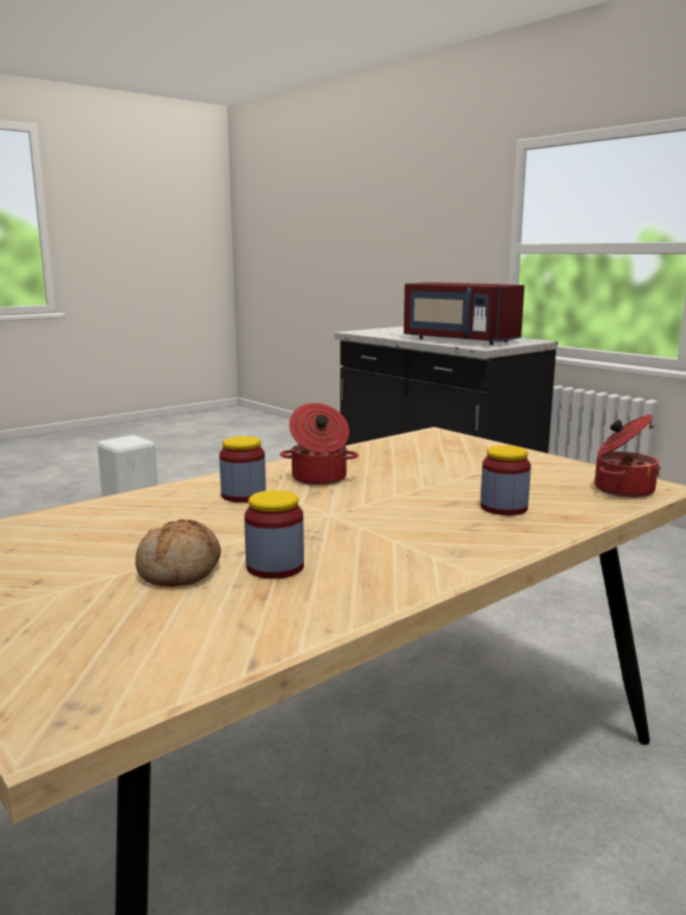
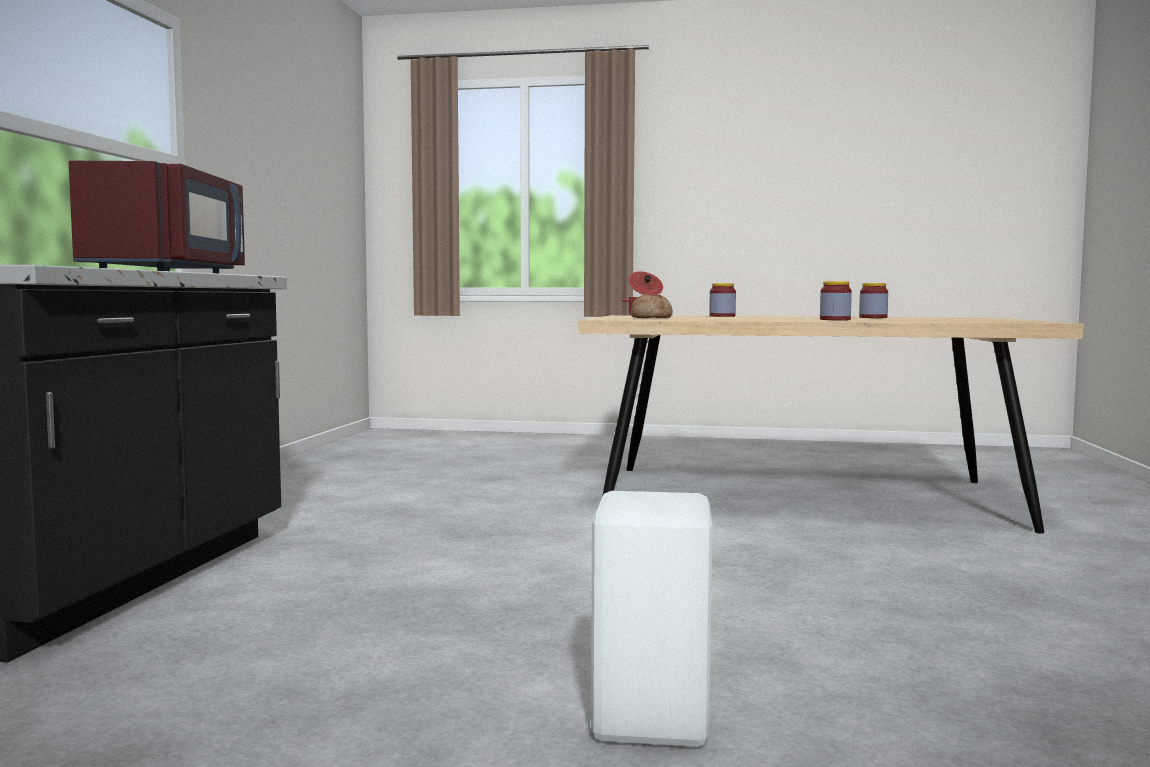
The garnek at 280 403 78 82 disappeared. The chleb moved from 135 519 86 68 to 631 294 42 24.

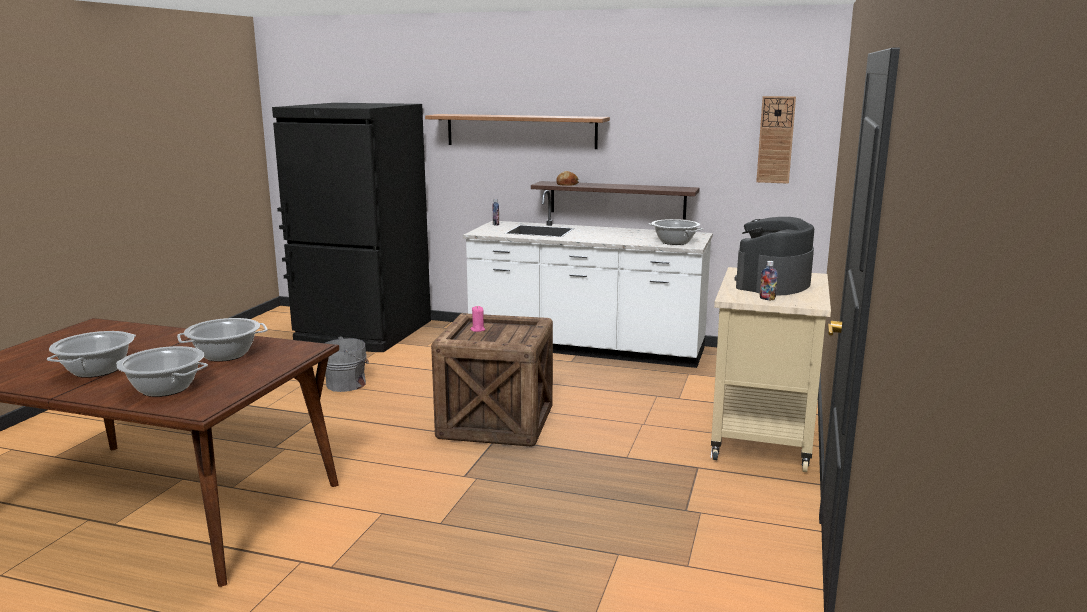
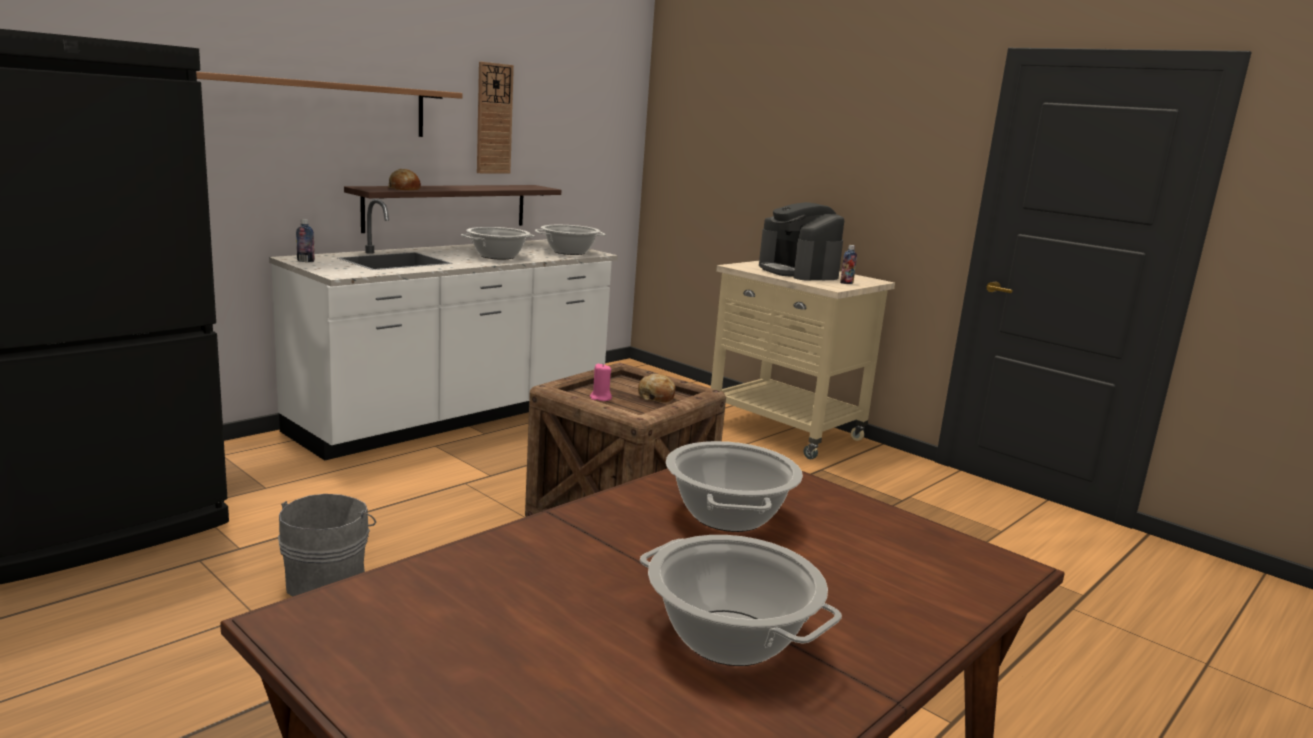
The chleb at 638 373 38 29 appeared. The garnek moved from 116 346 92 51 to 461 227 74 32. The zegar ścienny moved from 756 96 40 88 to 477 61 37 112.

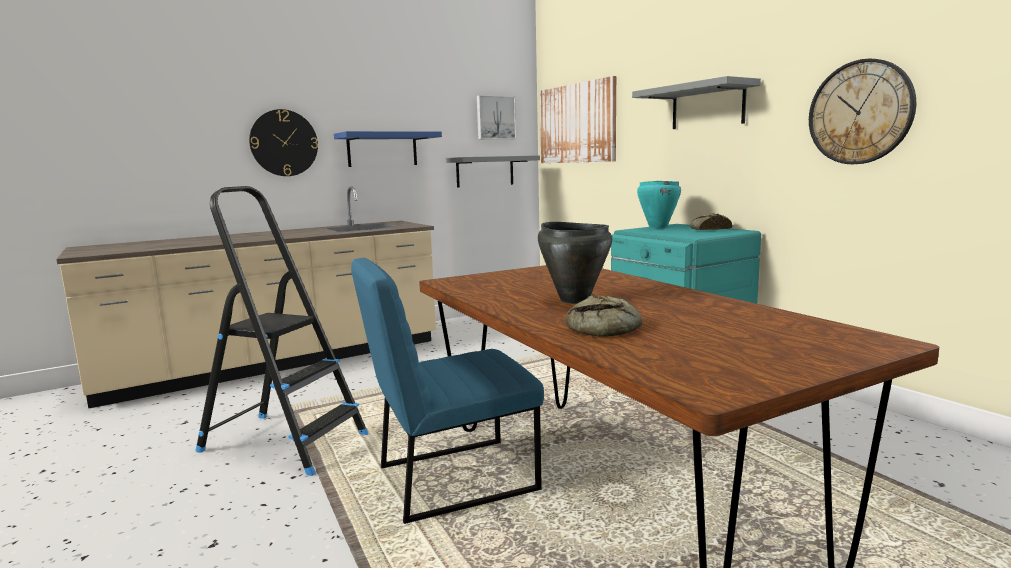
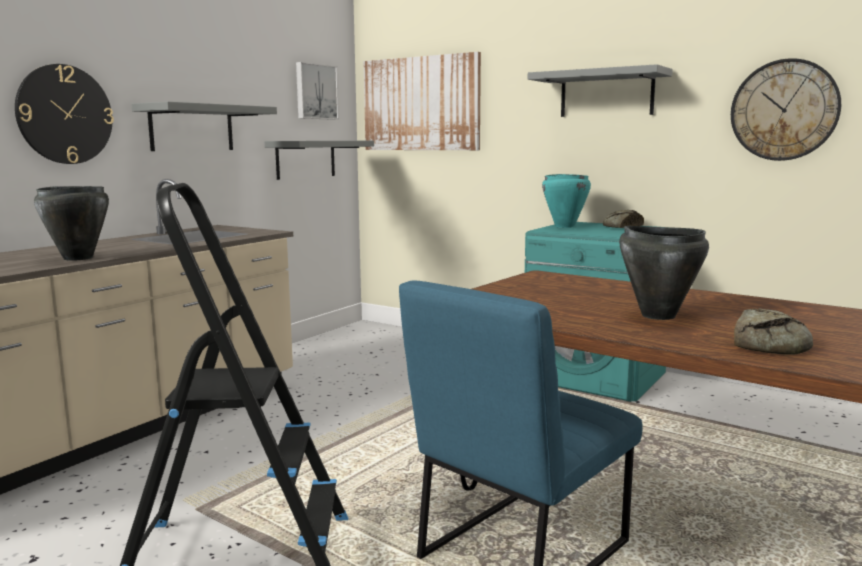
The garnek (czarny) at 34 186 75 75 appeared. The półka (niebieski) at 334 131 108 36 became the półka (szary) at 131 102 146 49.

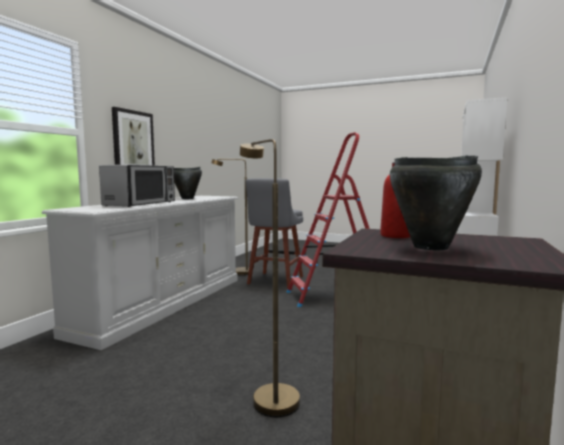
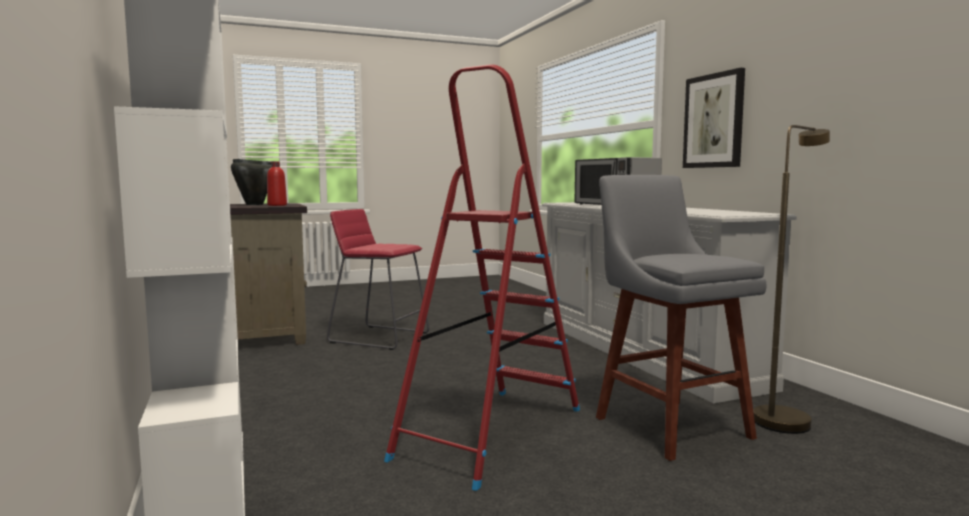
The garnek (czarny) at 174 167 28 32 disappeared. The lampa stojąca (brązowy) at 240 139 60 278 was replaced by the stołek (czerwony) at 327 209 102 141.

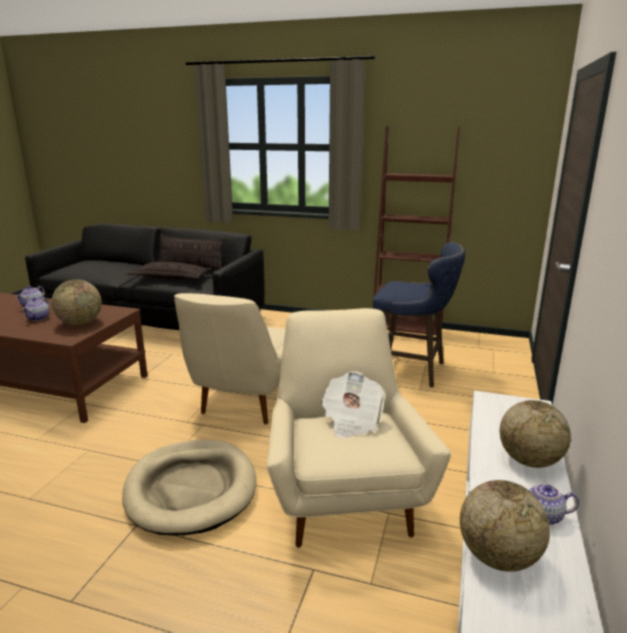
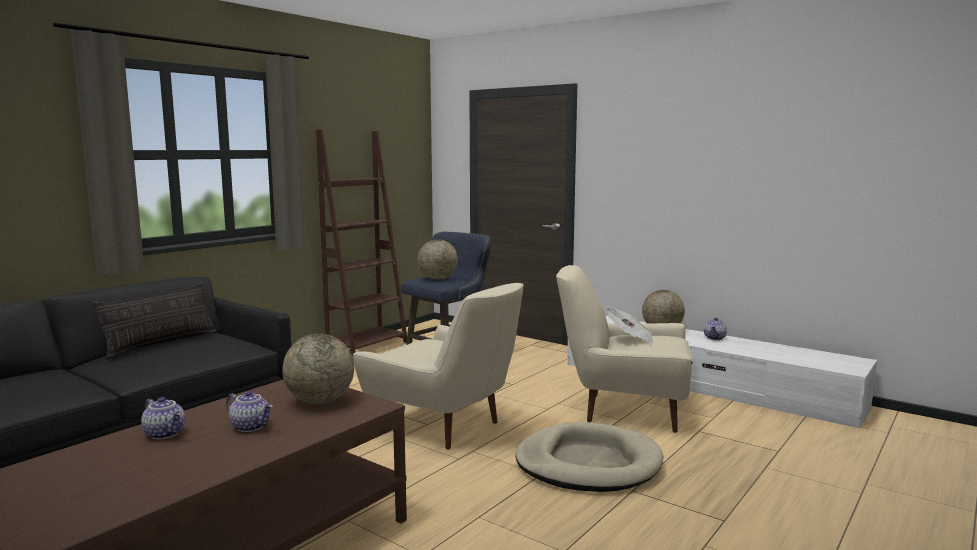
The poduszka at 127 262 85 17 disappeared. The globus moved from 460 480 90 92 to 418 239 40 41.

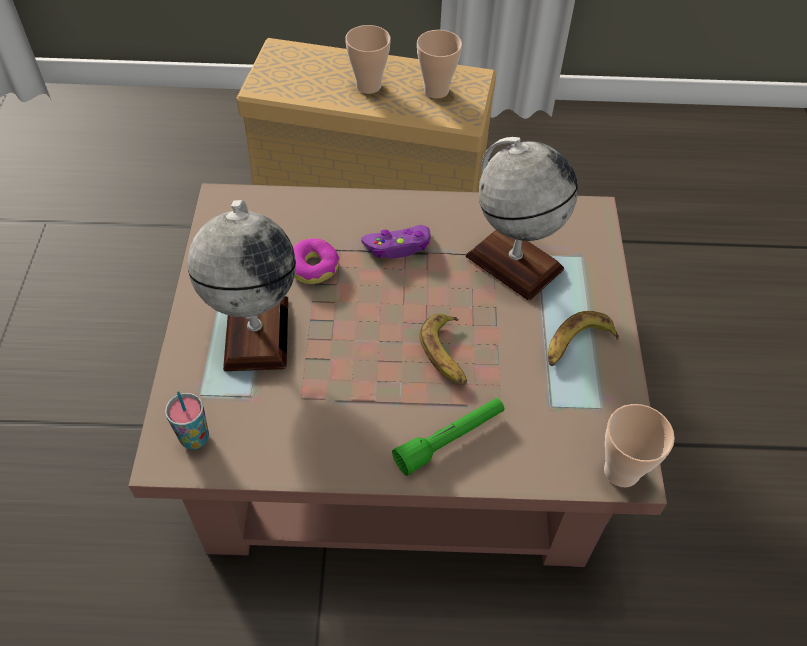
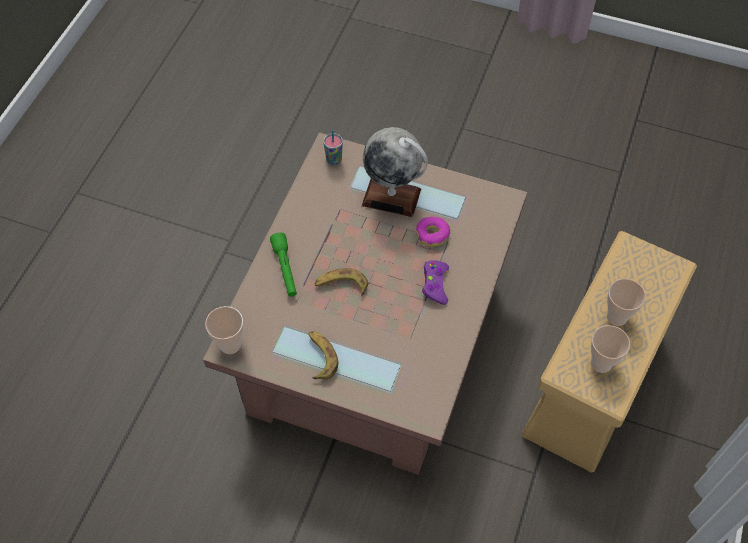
The globus at 465 137 113 164 disappeared.

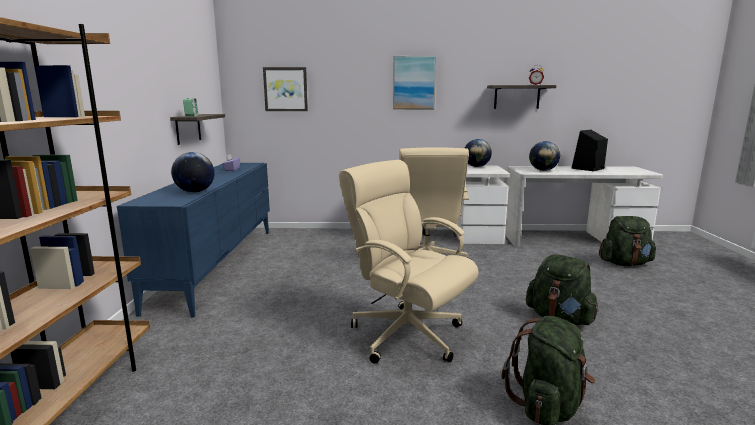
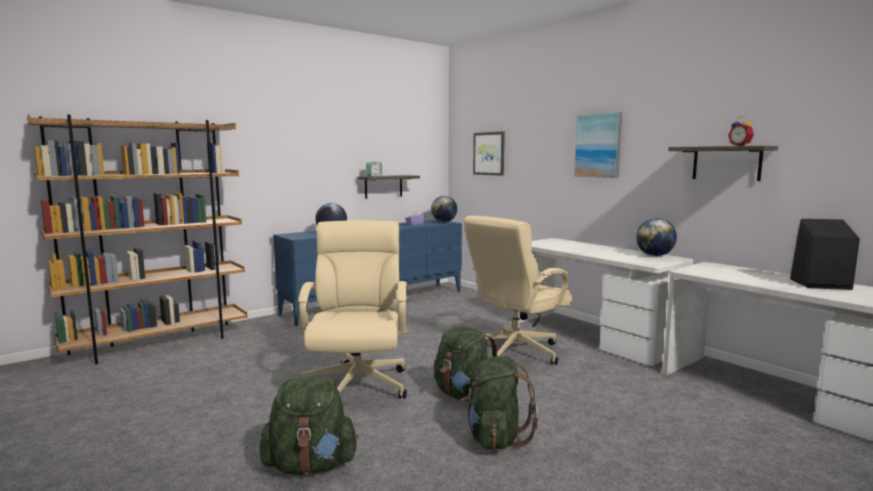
The globus moved from 529 141 31 30 to 431 196 26 26. The plecak (zielony) moved from 599 216 57 50 to 434 326 63 76.

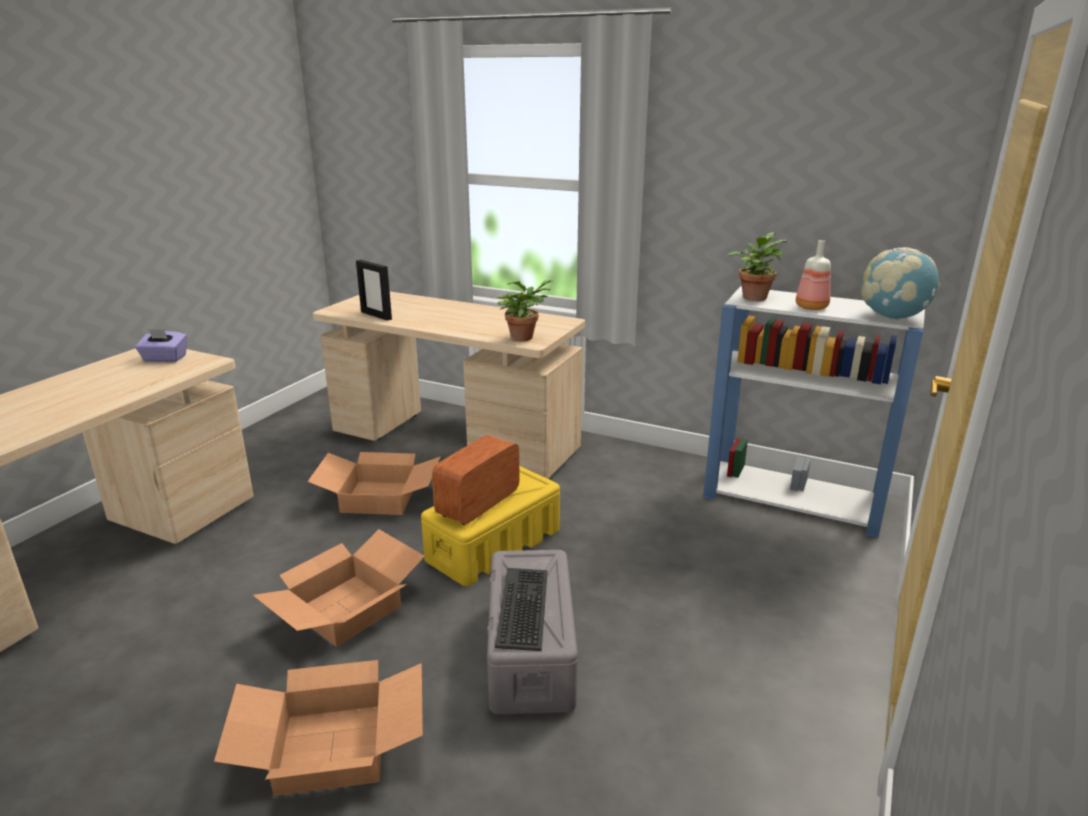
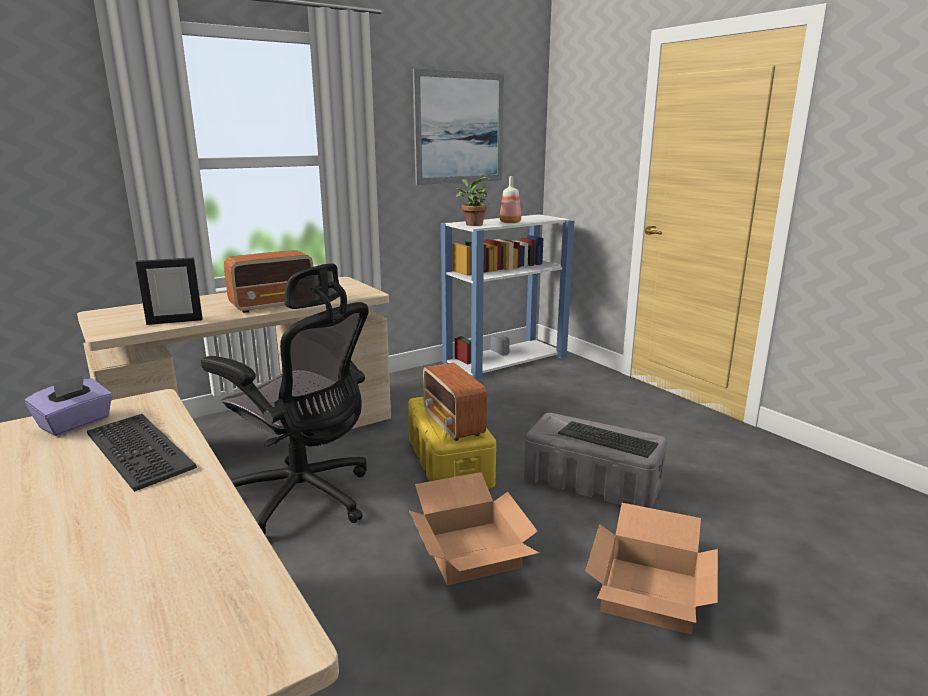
The roślina doniczkowa at 498 279 57 62 disappeared. The globus at 861 247 79 73 disappeared. The klawiatura at 87 414 110 78 appeared. The radio at 224 250 89 63 appeared. The obraz at 413 68 91 117 appeared. The karton at 307 452 134 63 was replaced by the krzesło biurowe at 201 263 168 271.

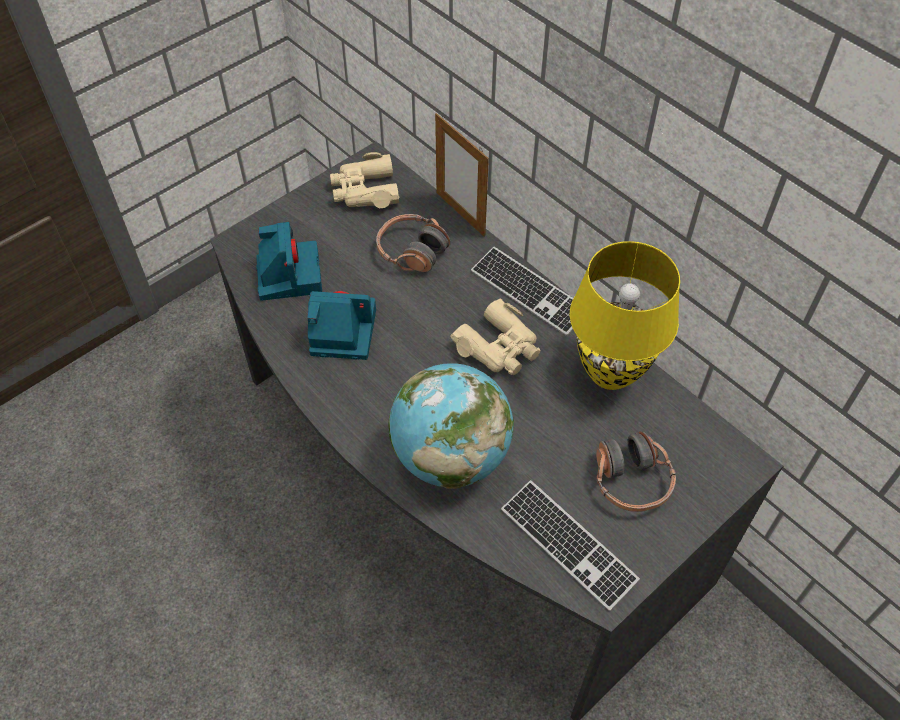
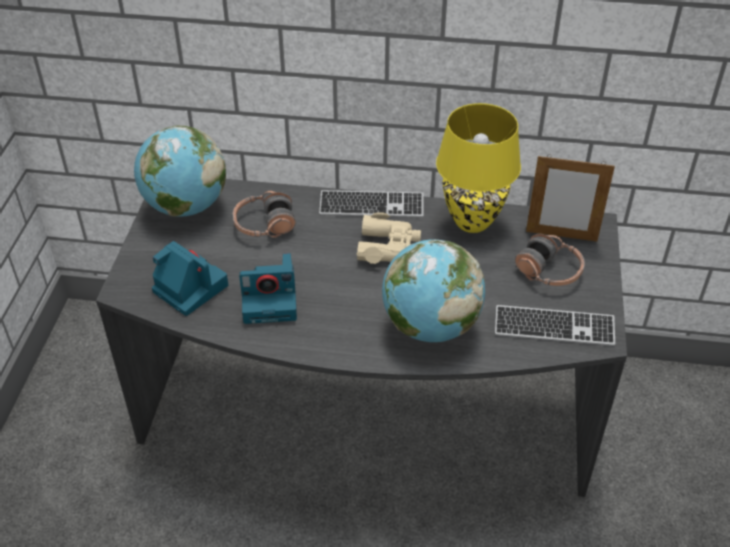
The ramka na zdjęcie moved from 435 113 54 124 to 526 154 89 87. The lornetka (beżowy) at 330 152 69 56 was replaced by the globus at 134 125 92 92. The aparat fotograficzny at 307 291 69 69 turned 150 degrees counterclockwise.

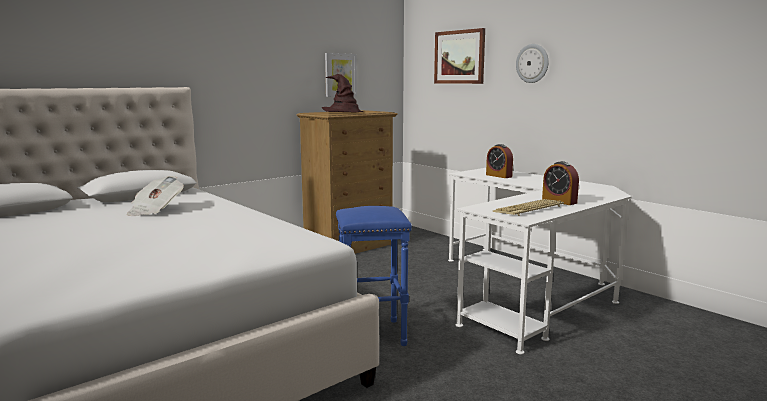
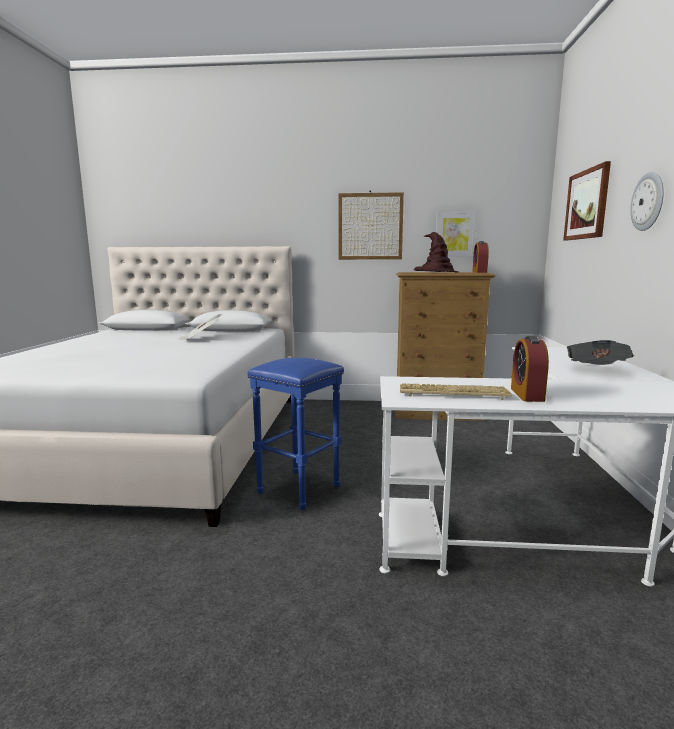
The obraz at 338 191 66 69 appeared. The gazeta at 567 340 67 25 appeared. The budzik moved from 486 144 27 34 to 472 241 17 32.

